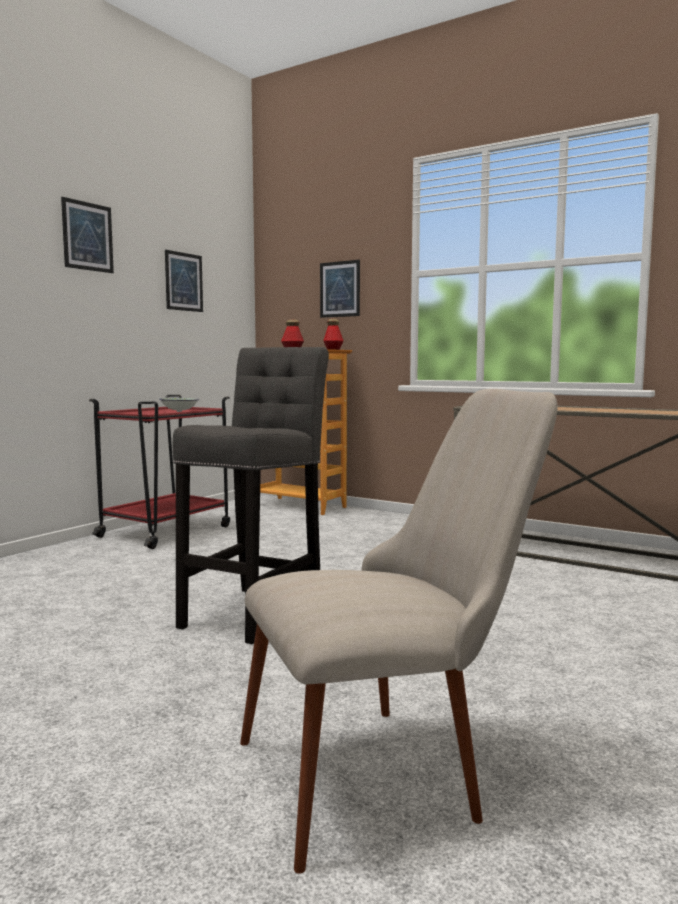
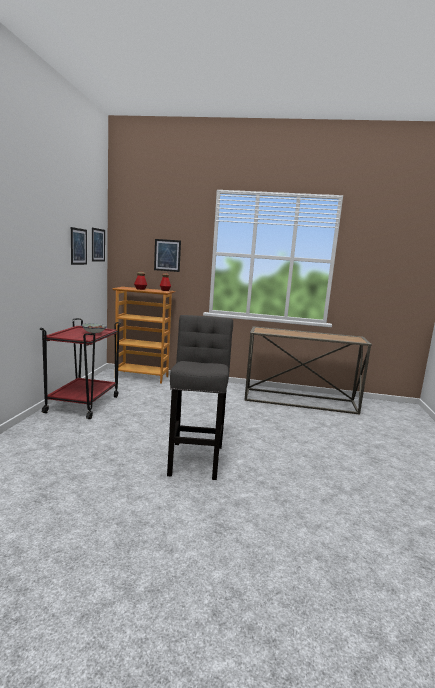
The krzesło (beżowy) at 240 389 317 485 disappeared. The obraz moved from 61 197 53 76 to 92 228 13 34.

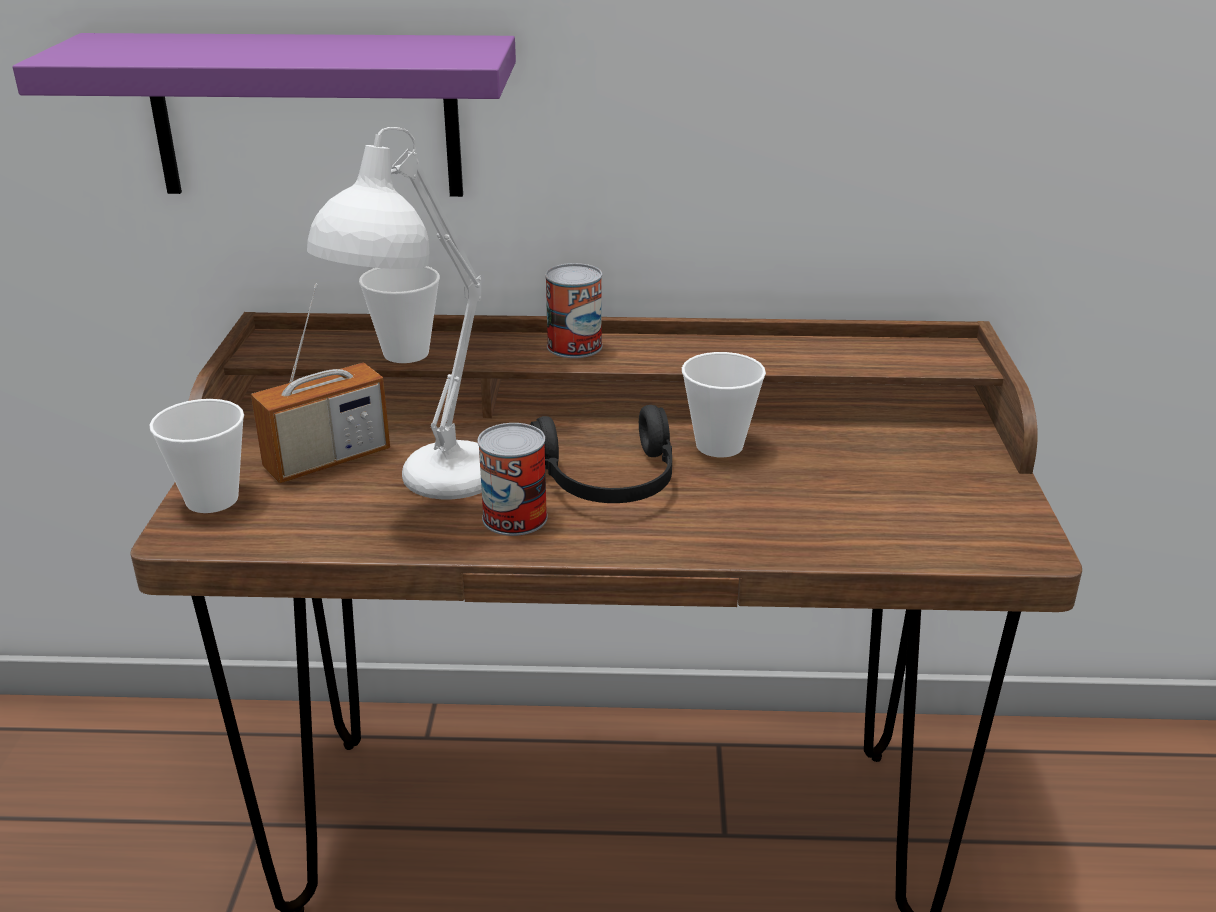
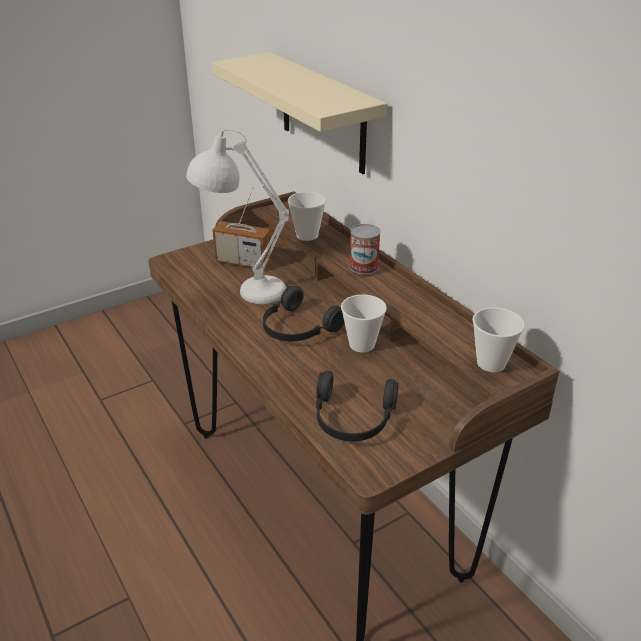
The puszka at 478 423 70 113 disappeared. The słuchawki (czarny) at 316 371 83 70 appeared. The filiżanka moved from 149 399 95 114 to 472 307 53 65. The półka (fioletowy) at 13 33 503 164 became the półka (beżowy) at 212 52 175 122.

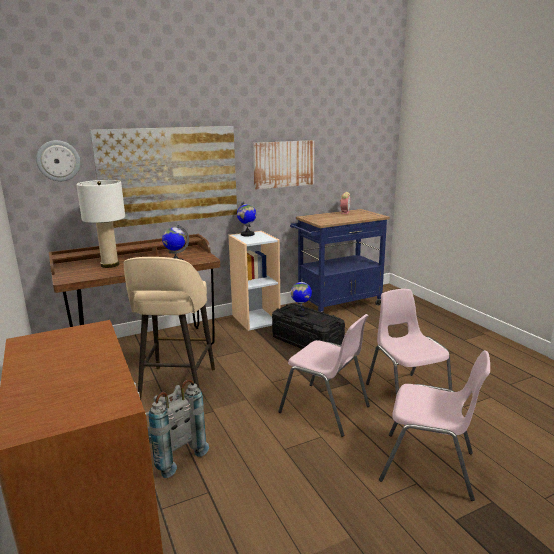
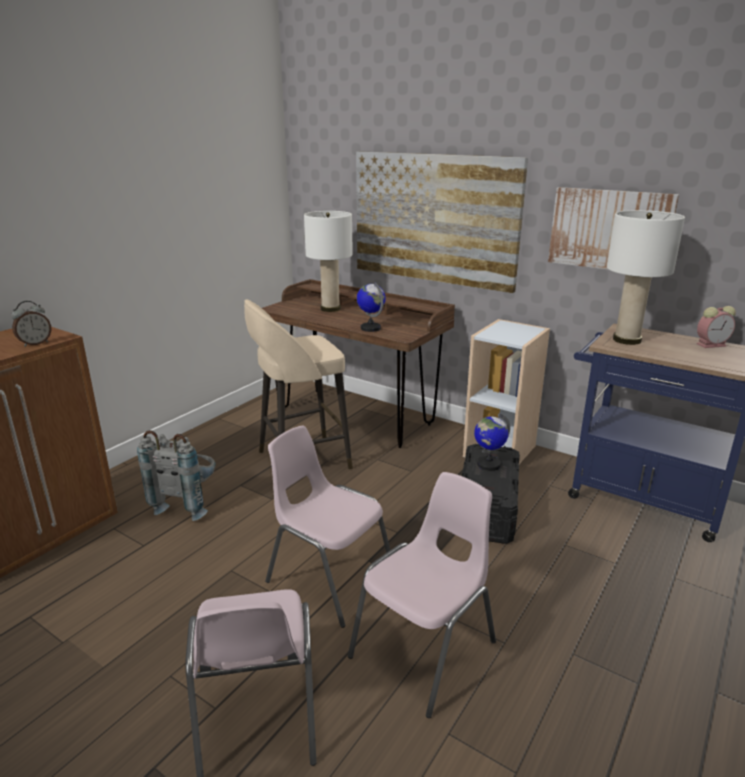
The zegar ścienny at 36 140 44 41 disappeared. The globus at 237 202 19 34 disappeared. The budzik at 11 301 40 46 appeared. The lampa stołowa (biały) at 607 210 78 135 appeared. The krzesło (różowy) at 278 314 92 123 turned 120 degrees clockwise.

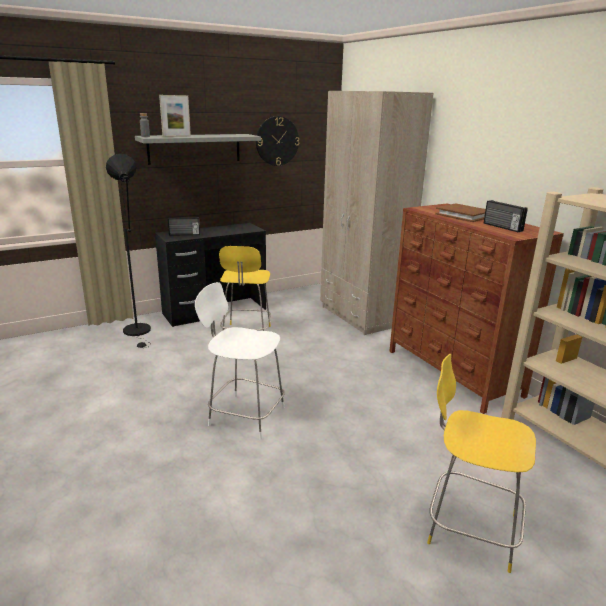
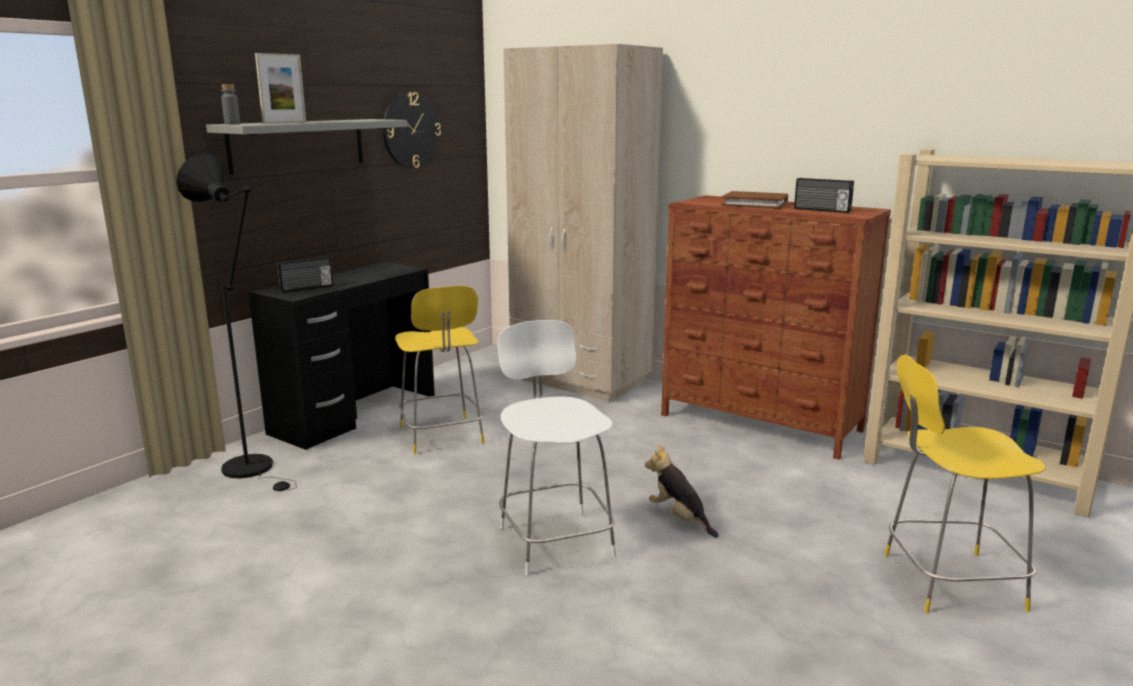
The pluszak at 645 444 74 94 appeared. The krzesło (biały) at 195 282 90 158 turned 75 degrees clockwise.

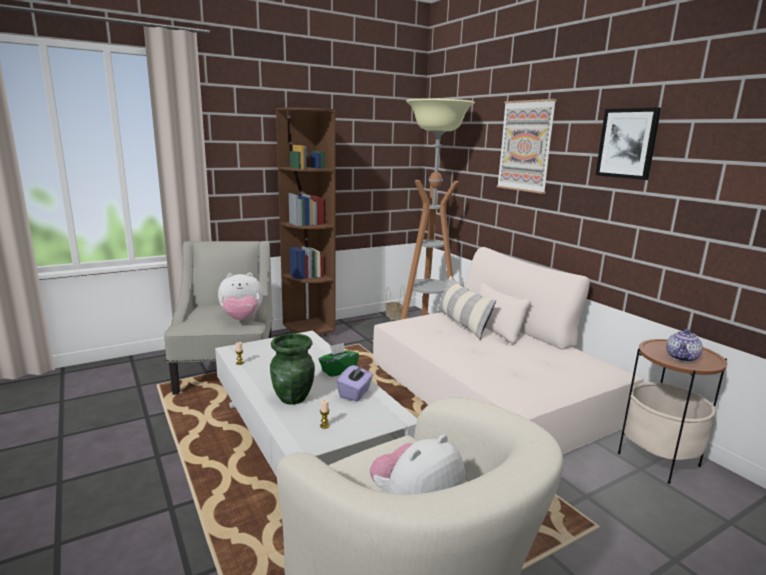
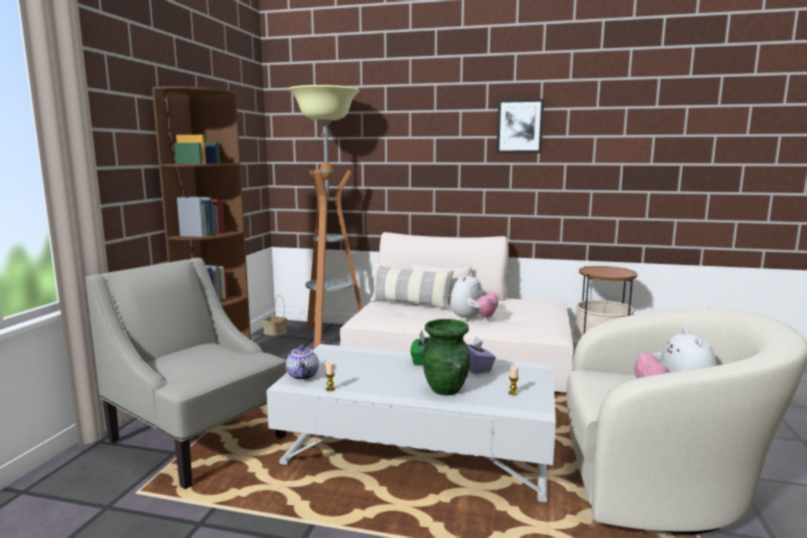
The obraz at 497 99 60 95 disappeared. The pluszak moved from 218 272 45 48 to 450 273 49 48. The imbryk moved from 666 329 37 33 to 286 345 33 35.

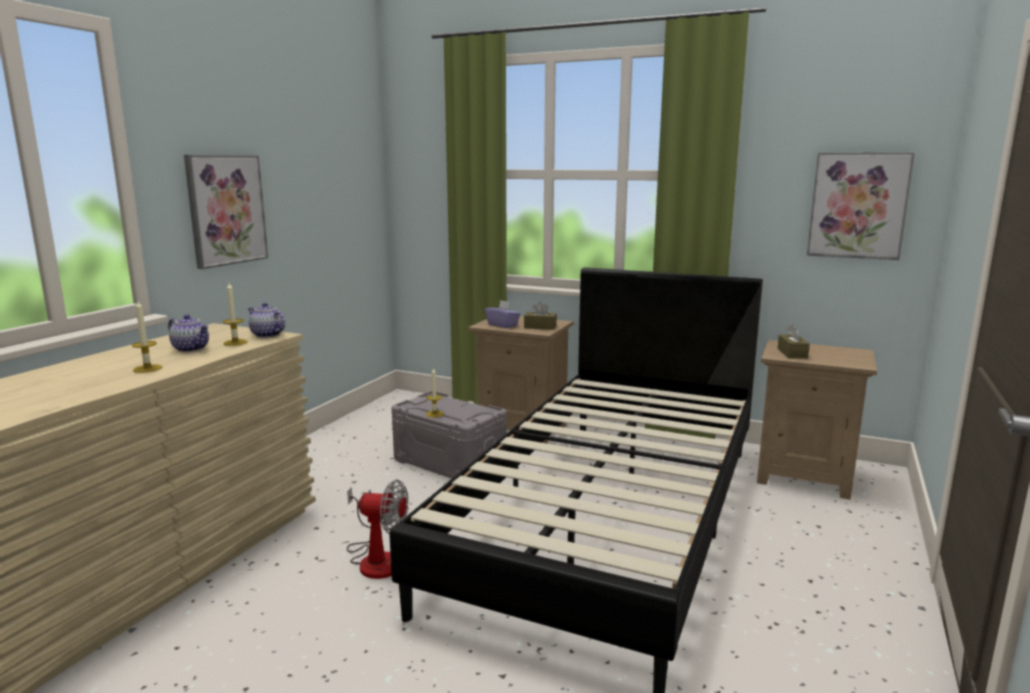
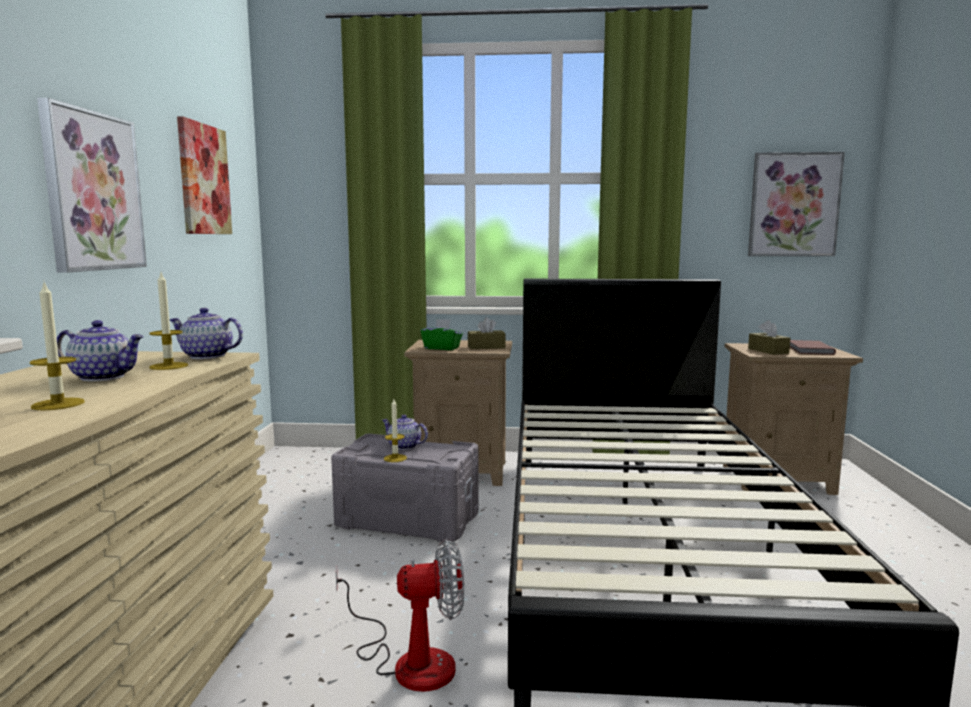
The obraz at 177 116 55 118 appeared. The imbryk at 382 415 46 35 appeared. The książka (brązowy) at 790 340 46 15 appeared. The pudełko chusteczek (fioletowy) at 485 300 36 28 became the pudełko chusteczek (zielony) at 420 319 43 31.

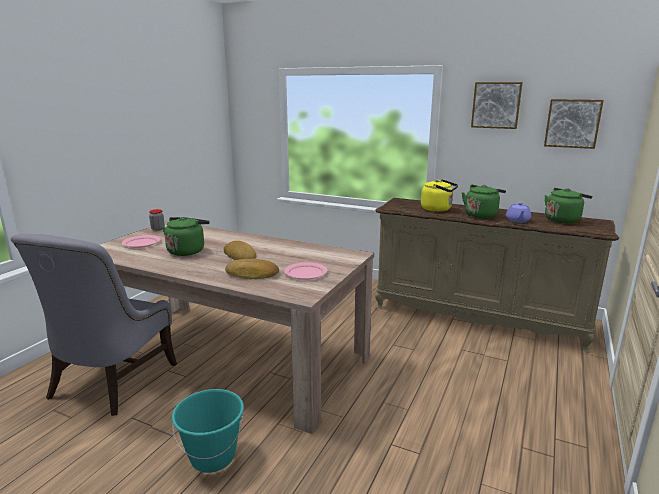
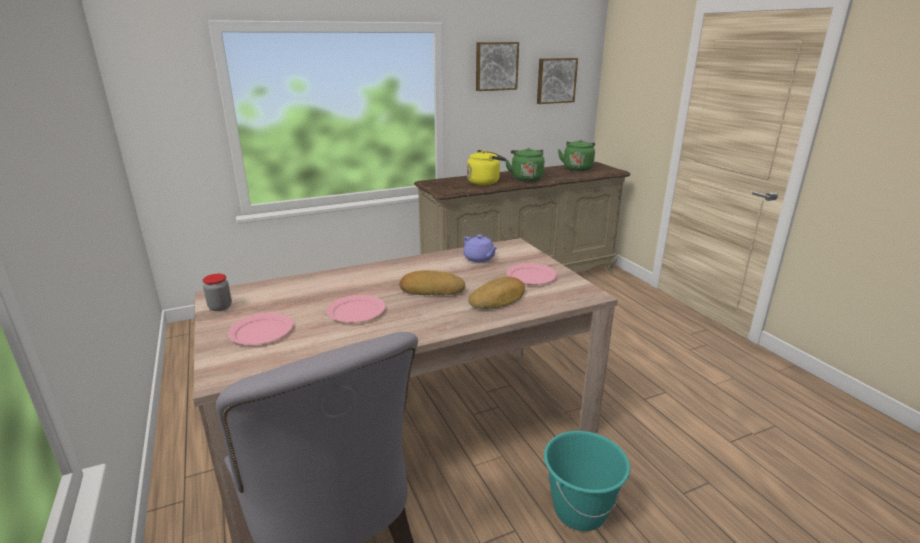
The imbryk (fioletowy) moved from 506 202 25 21 to 463 235 35 27. The czajnik (zielony) at 162 217 48 39 was replaced by the talerz (różowy) at 327 295 58 27.

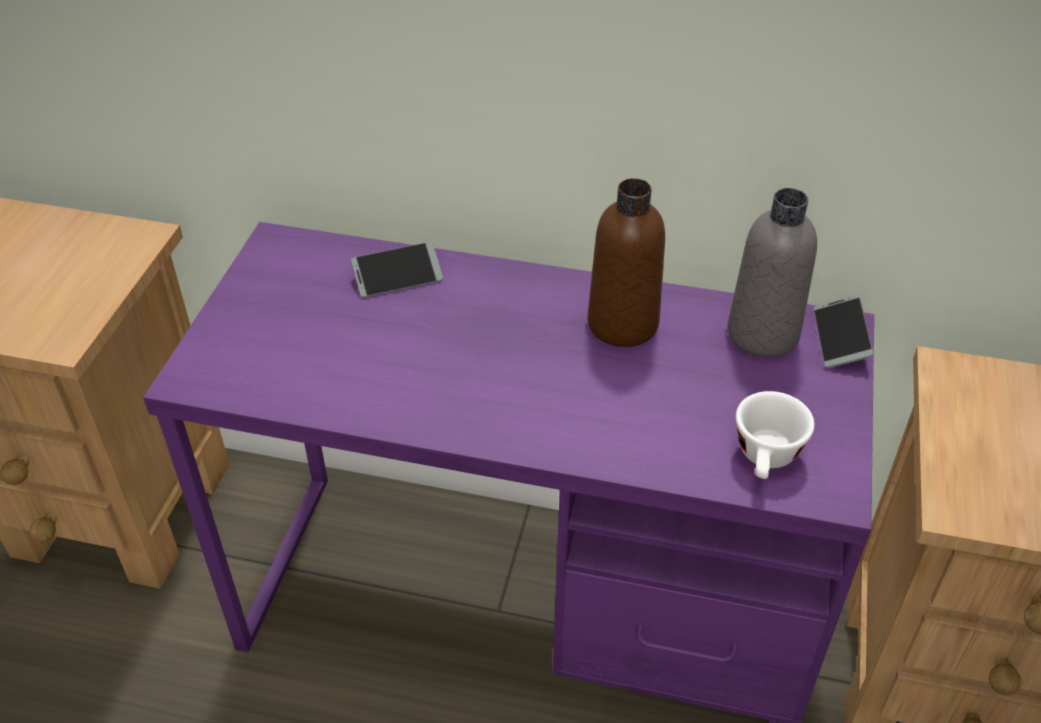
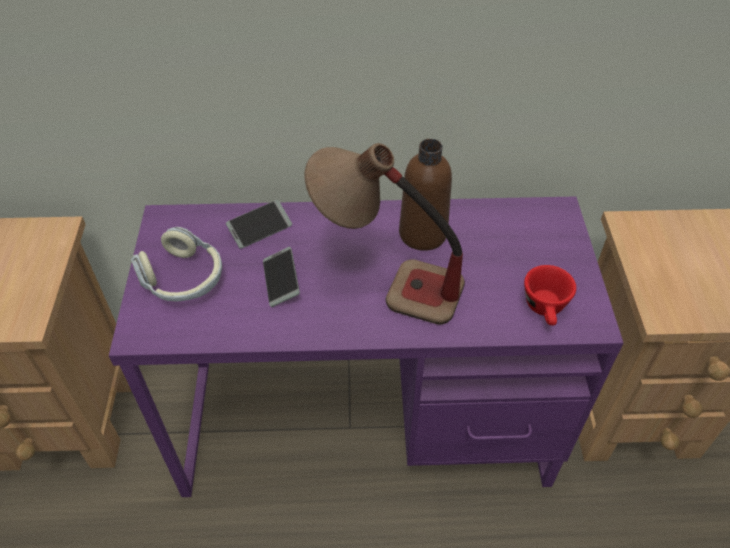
The butelka (szary) at 727 188 90 169 disappeared. The słuchawki at 131 227 91 75 appeared. The lampa stołowa at 305 143 160 181 appeared. The telefon moved from 814 294 59 74 to 263 247 37 60. The filiżanka (biały) at 736 391 79 88 became the filiżanka (czerwony) at 524 265 52 61.

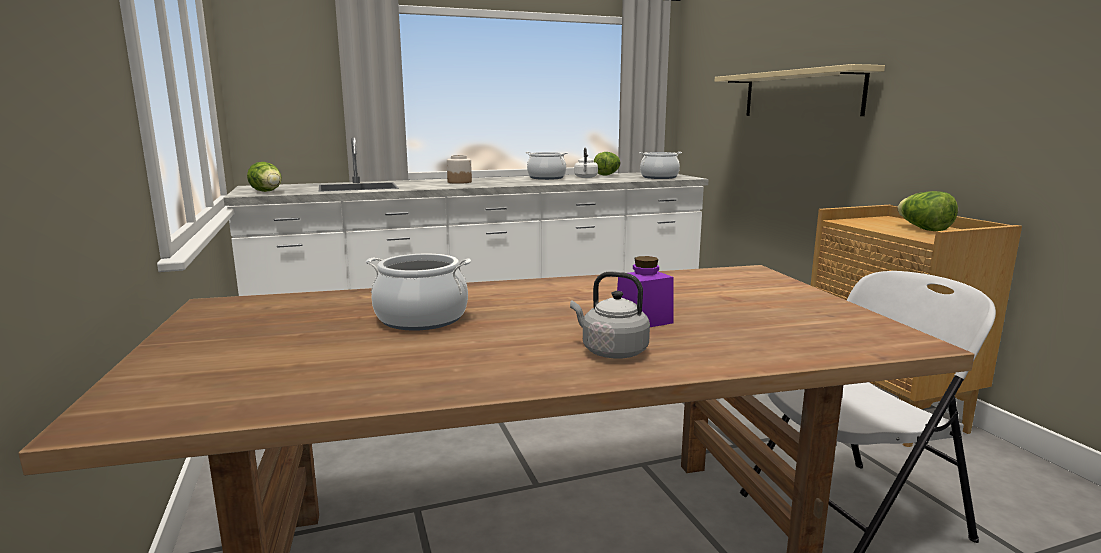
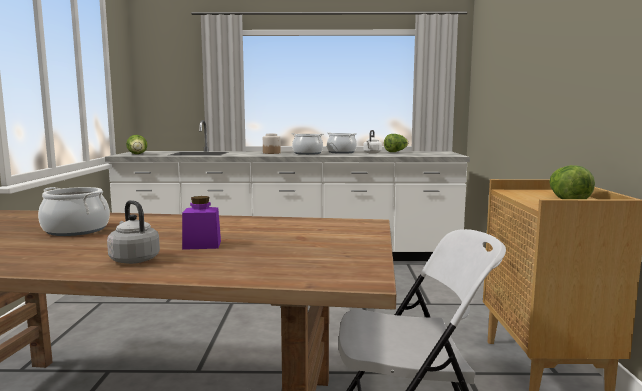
The półka (beżowy) at 714 64 171 52 disappeared. The garnek moved from 639 152 43 27 to 291 133 33 22.

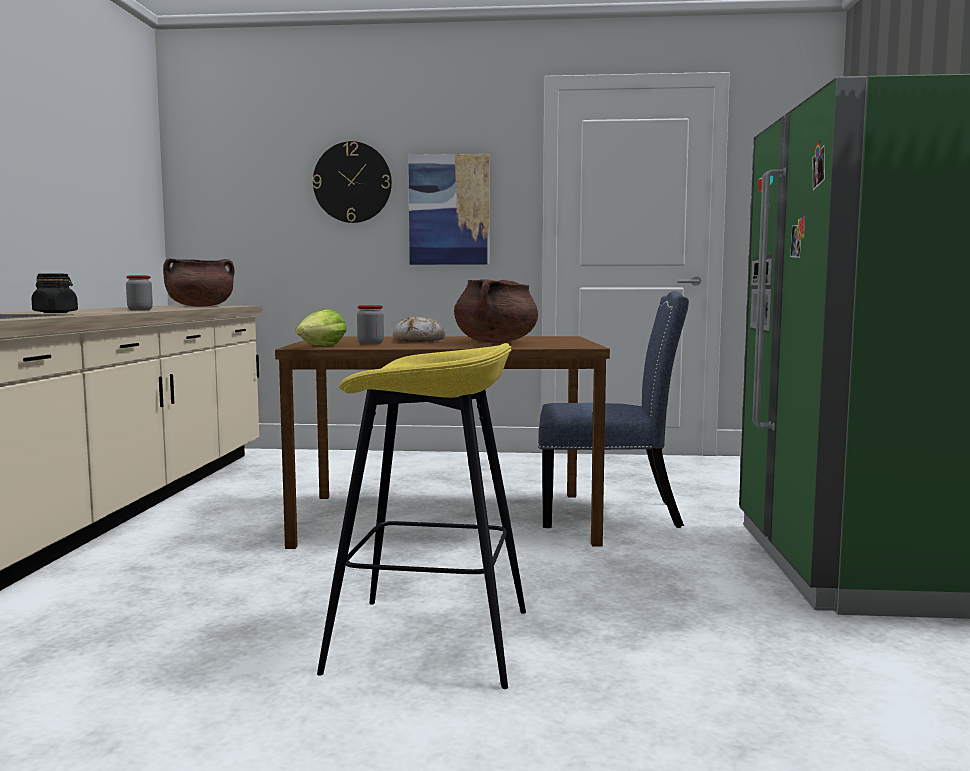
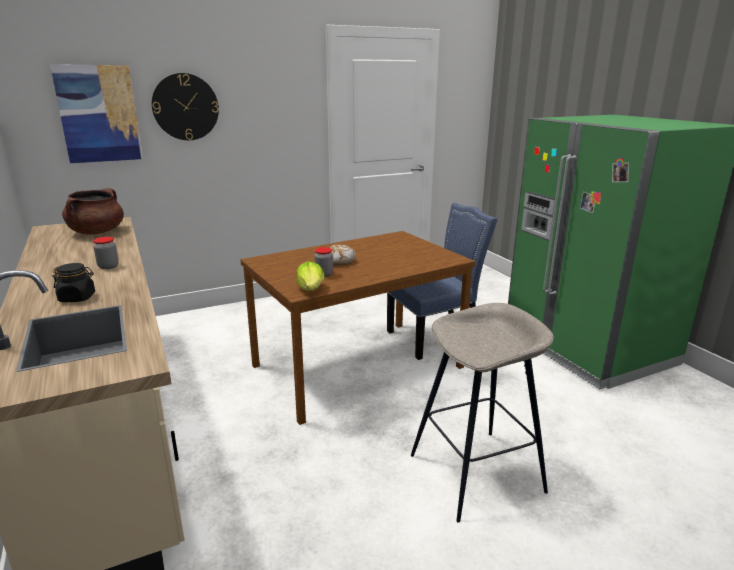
The garnek (brązowy) at 454 279 84 64 disappeared. The obraz moved from 408 154 82 111 to 50 65 93 98. The stołek (żółty) at 317 343 209 346 became the stołek (szary) at 411 303 143 220.

